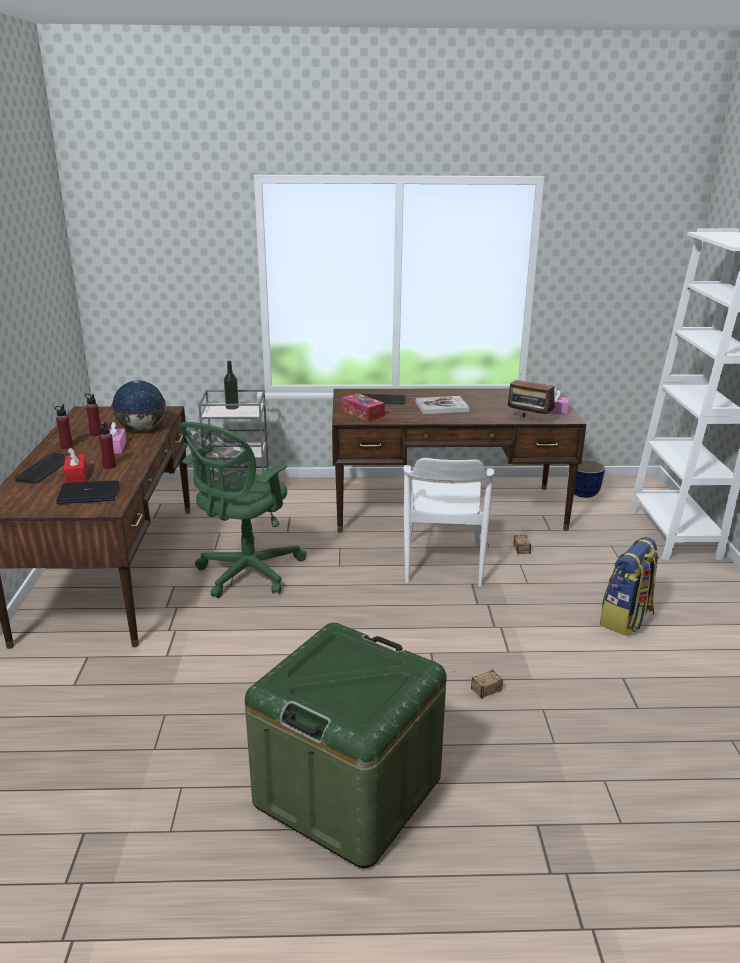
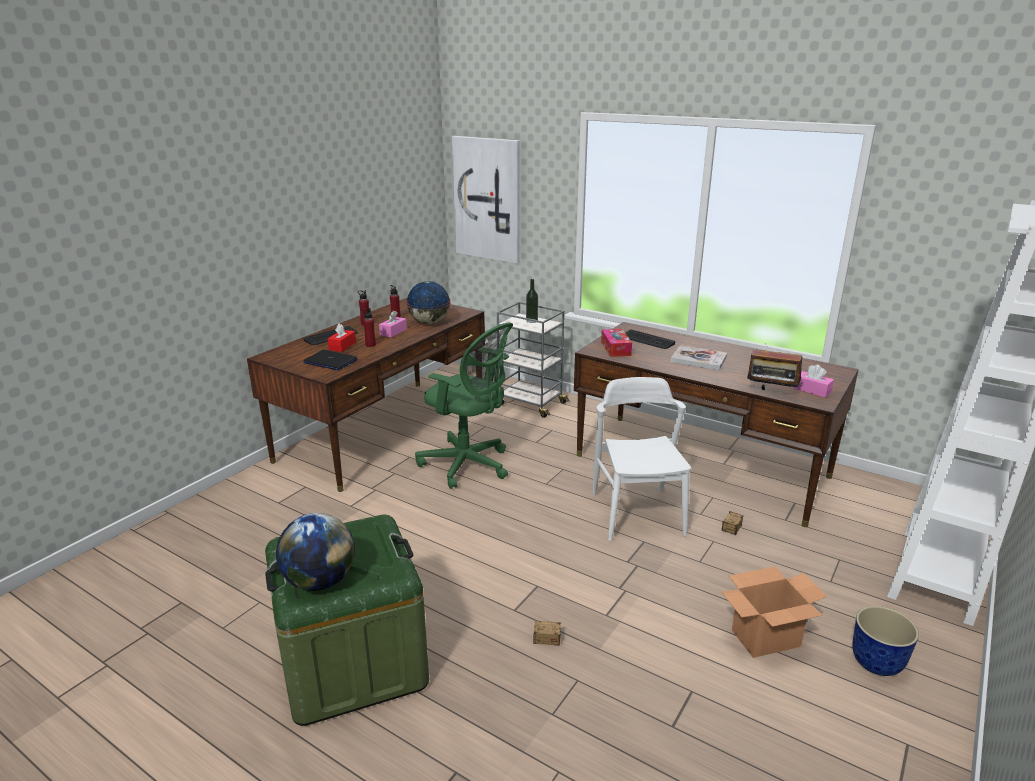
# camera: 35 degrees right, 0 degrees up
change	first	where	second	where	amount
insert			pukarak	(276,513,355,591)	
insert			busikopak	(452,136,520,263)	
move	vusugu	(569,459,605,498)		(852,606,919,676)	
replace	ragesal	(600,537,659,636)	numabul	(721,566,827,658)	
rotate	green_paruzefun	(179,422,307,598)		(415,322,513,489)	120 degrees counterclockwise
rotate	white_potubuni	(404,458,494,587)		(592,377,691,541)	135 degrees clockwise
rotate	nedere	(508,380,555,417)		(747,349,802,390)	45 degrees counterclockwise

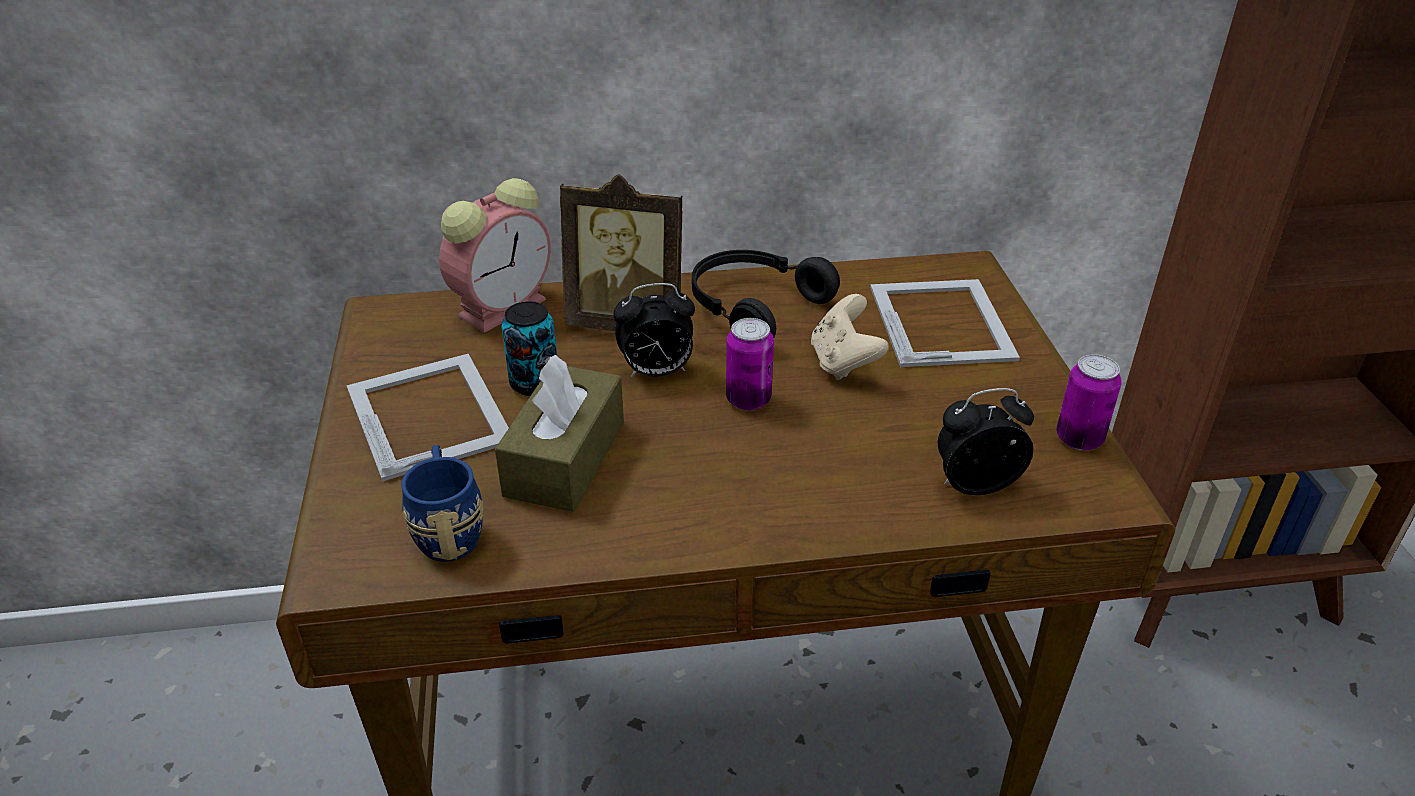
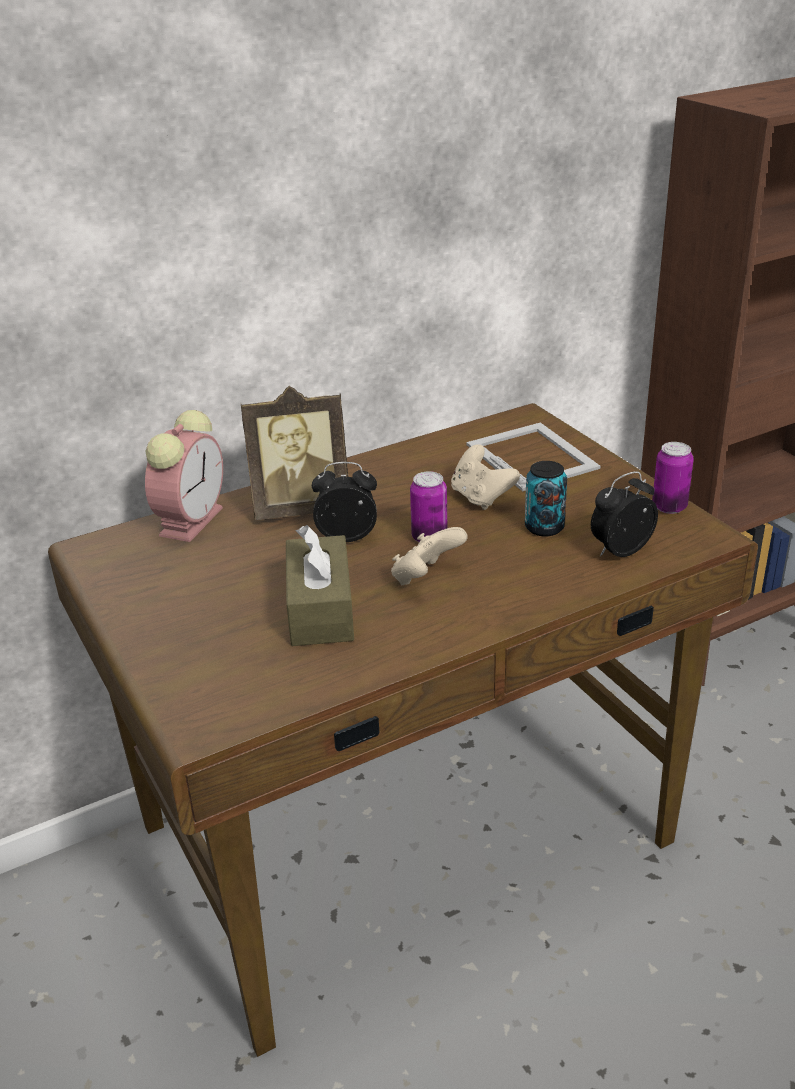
# camera: 20 degrees left, 5 degrees down
change	first	where	second	where	amount
delete	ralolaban	(346,354,509,482)			
delete	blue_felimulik	(401,445,483,562)			
delete	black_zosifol	(692,250,840,338)			
insert			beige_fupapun	(391,527,467,585)	
move	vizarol	(502,301,557,396)		(525,461,567,536)	
rotate	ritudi	(613,283,695,378)		(312,462,377,542)	150 degrees counterclockwise

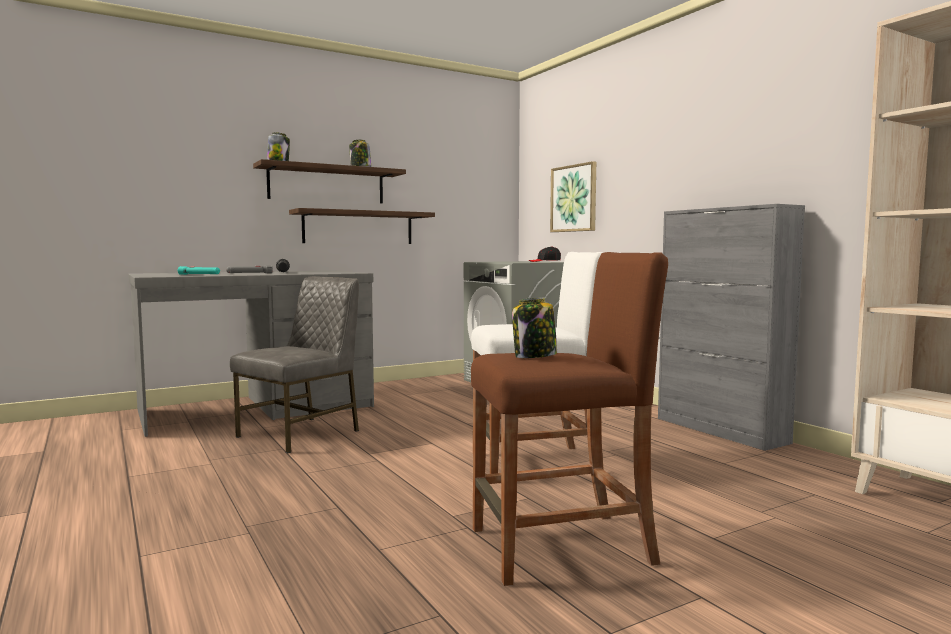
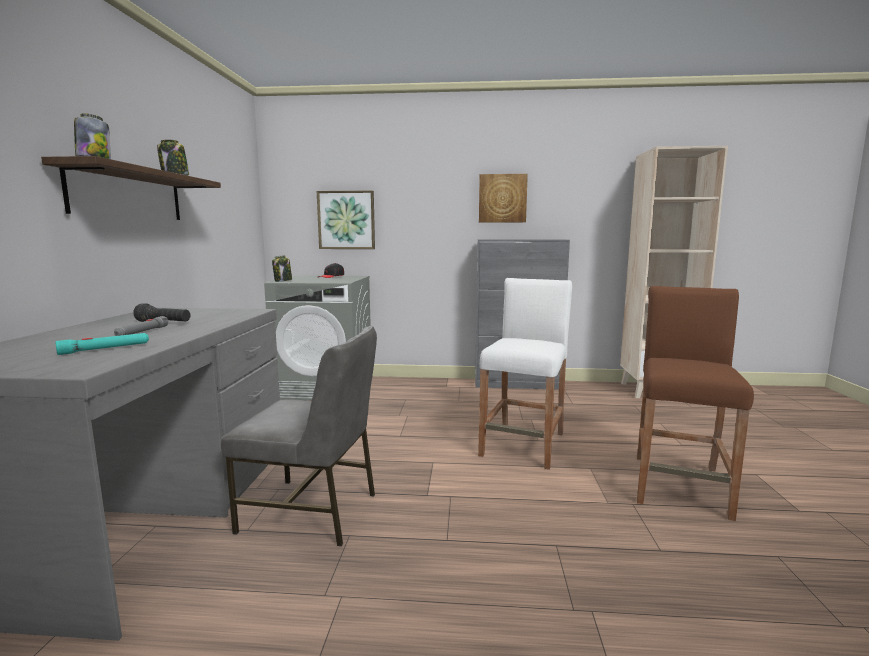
# camera: 55 degrees left, 5 degrees up
change	first	where	second	where	amount
delete	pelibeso	(289,208,435,244)			
insert			busikopak	(479,174,528,223)	
move	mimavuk	(512,298,557,358)		(272,255,292,282)	
rotate	grey_potubuni	(230,276,359,453)		(221,326,377,546)	120 degrees clockwise

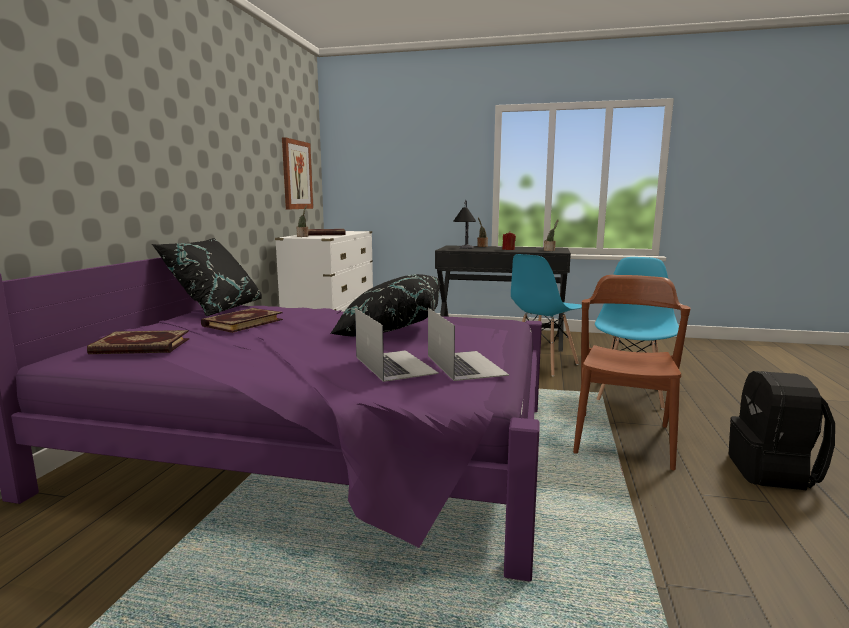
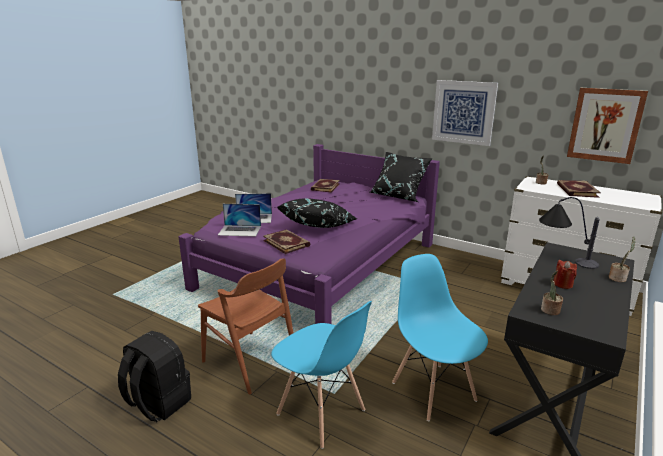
# camera: 110 degrees right, 10 degrees up
change	first	where	second	where	amount
insert			busikopak	(432,80,498,146)	
move	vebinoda	(201,308,283,333)		(263,229,310,254)	

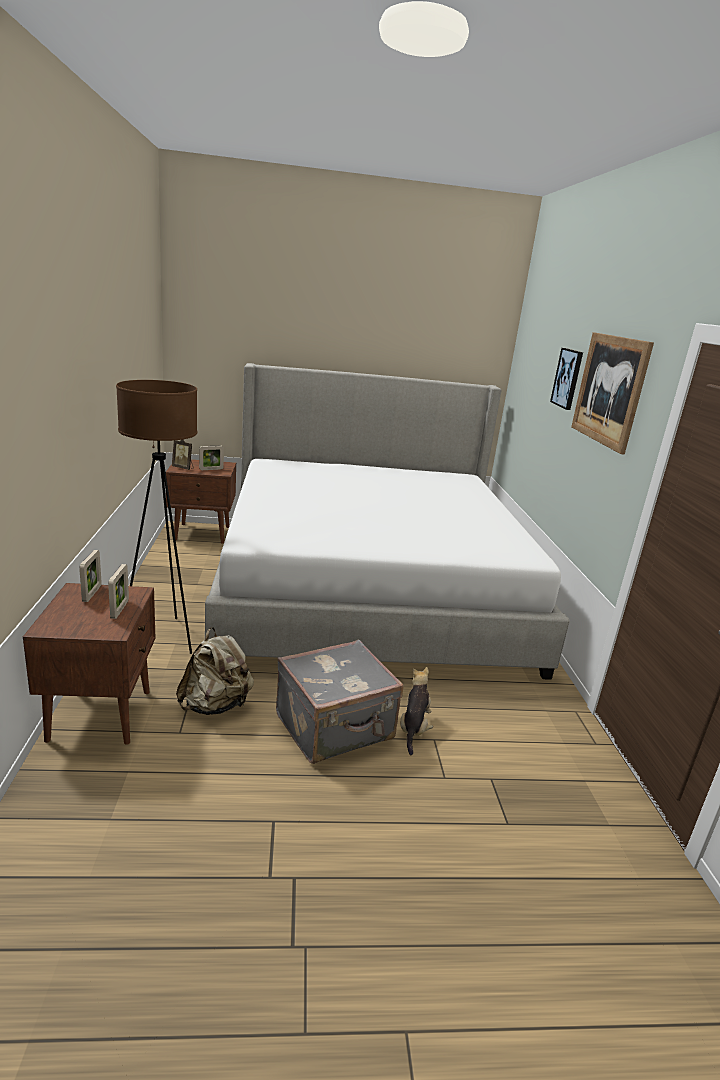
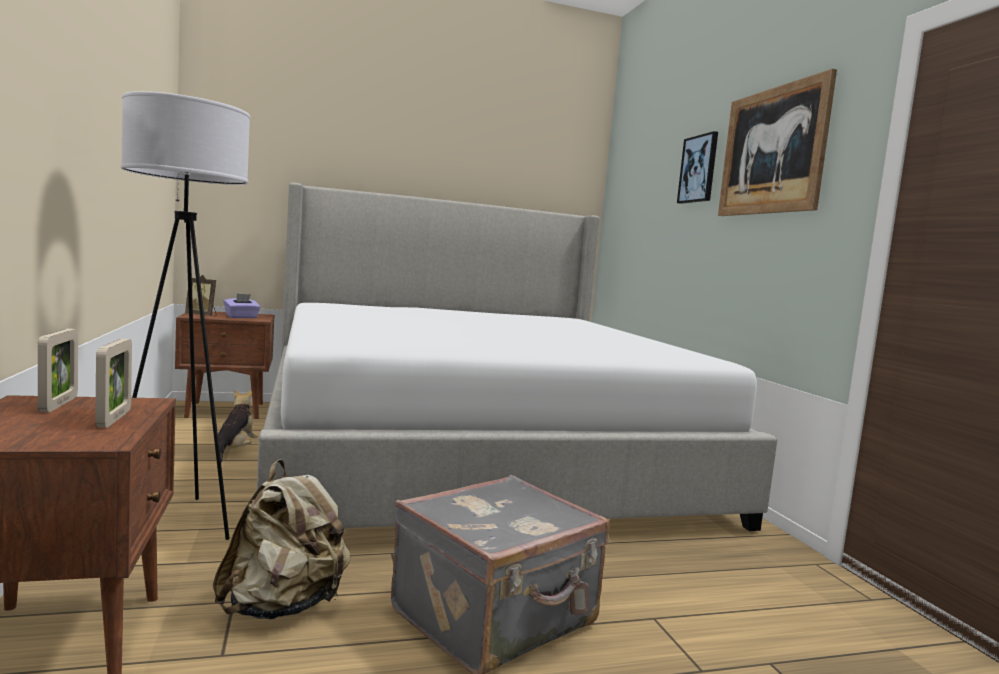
# camera: 10 degrees left, 15 degrees down
change	first	where	second	where	amount
move	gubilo	(400,667,433,755)		(218,390,258,463)	
replace	ralolaban	(199,446,224,470)	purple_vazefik	(224,294,261,318)	
recolor	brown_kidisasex	(116,380,197,654)	white_kidisasex	(121,91,250,540)	

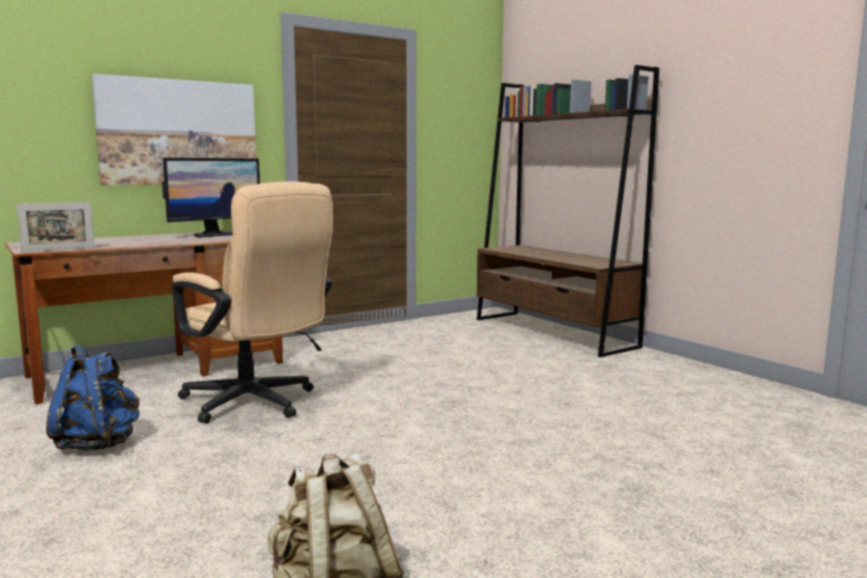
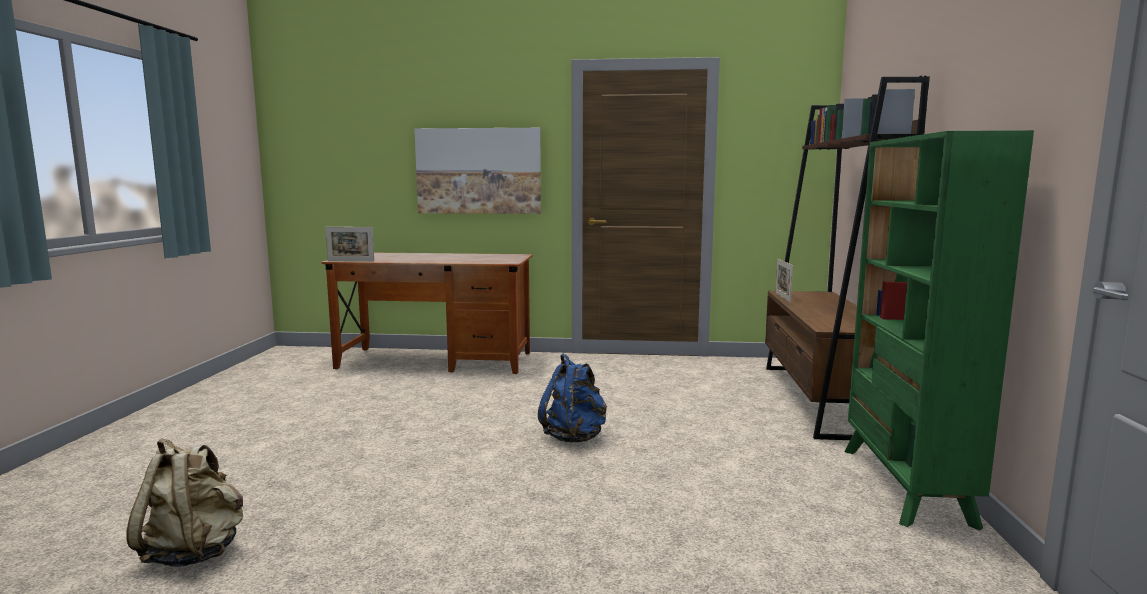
# camera: 40 degrees right, 0 degrees up
change	first	where	second	where	amount
delete	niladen	(162,158,260,238)			
delete	beige_paruzefun	(172,181,333,424)			
insert			ralolaban	(775,259,793,302)	
insert			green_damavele	(845,130,1034,530)	
move	blue_ragesal	(46,346,139,451)		(538,354,607,443)	

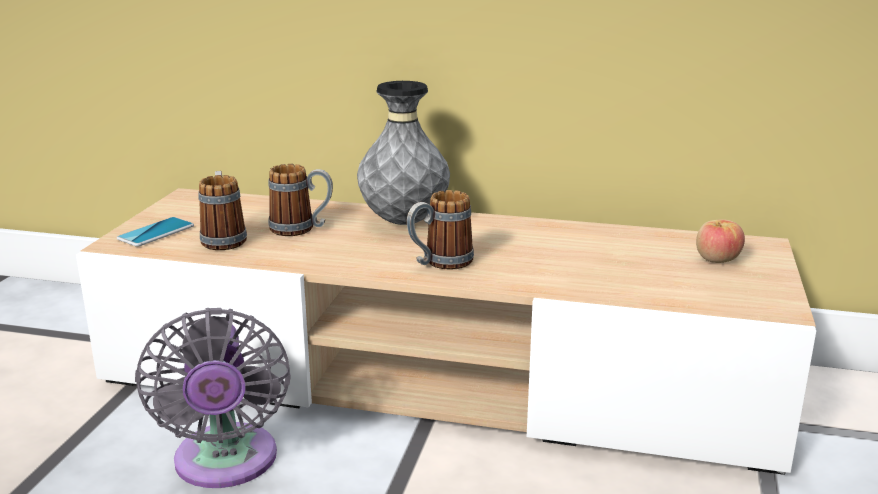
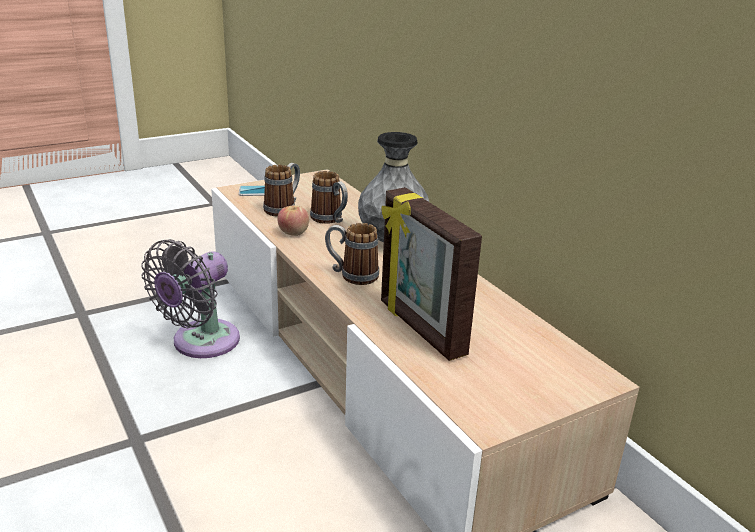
# camera: 45 degrees right, 5 degrees up
change	first	where	second	where	amount
insert			ralolaban	(381,187,482,361)	
move	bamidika	(696,219,745,263)		(277,205,309,236)	

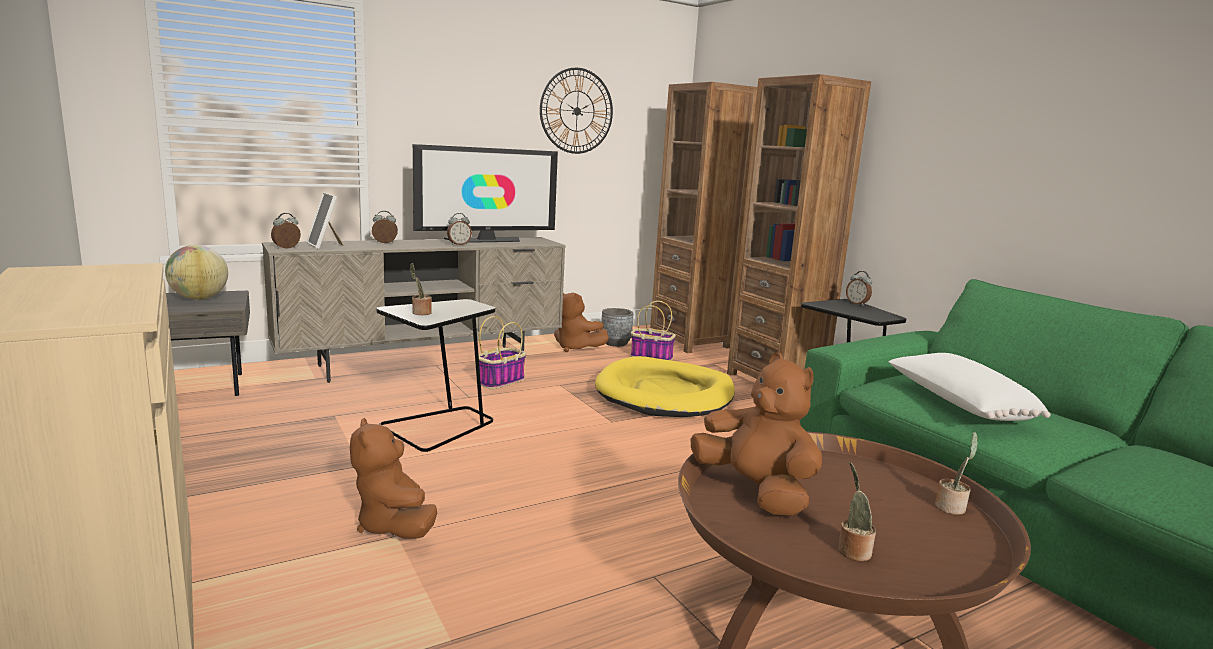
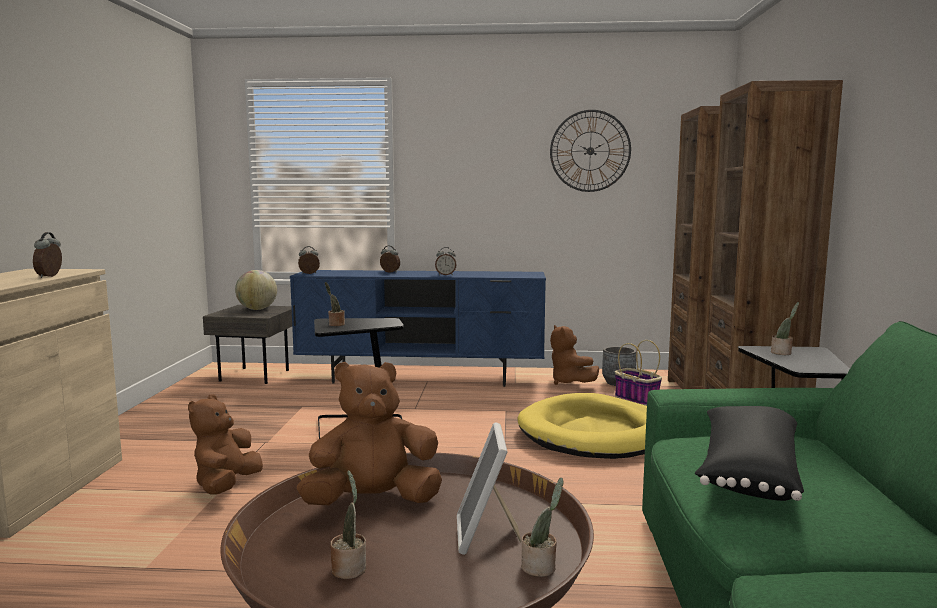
# camera: 35 degrees right, 5 degrees down
change	first	where	second	where	amount
delete	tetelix	(413,144,558,243)			
delete	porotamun	(479,316,526,389)			
insert			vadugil	(771,302,799,355)	
move	ralolaban	(306,192,344,249)		(457,422,521,555)	
move	ritudi	(846,271,872,306)		(33,232,62,278)	
recolor	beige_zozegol	(262,237,565,383)	blue_zozegol	(290,270,546,387)	
recolor	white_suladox	(888,353,1051,421)	black_suladox	(695,406,804,501)	
rotate	brown_gubilo	(691,353,822,516)		(297,362,442,505)	105 degrees counterclockwise

